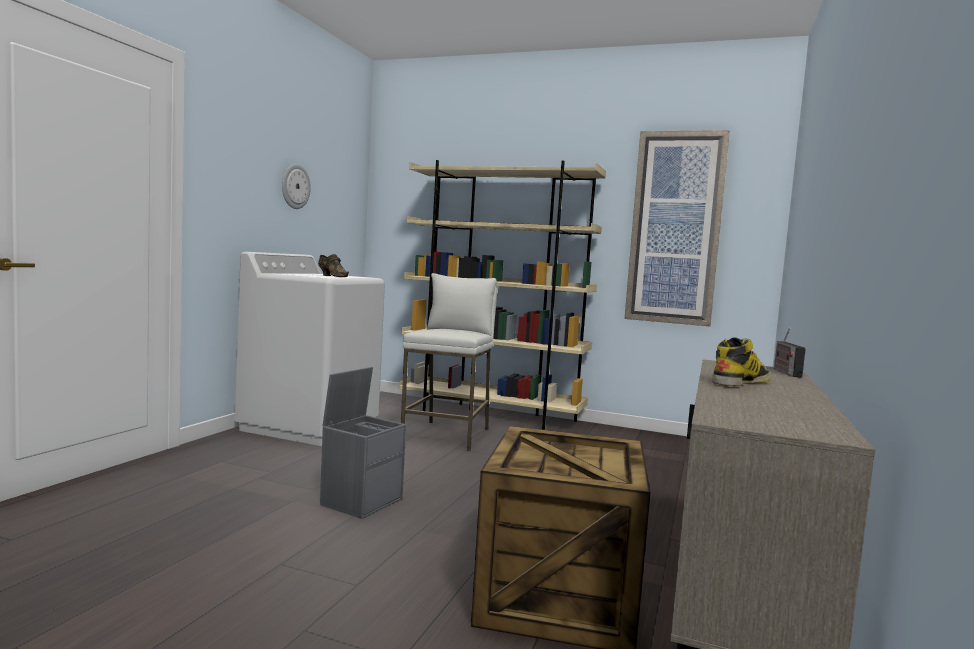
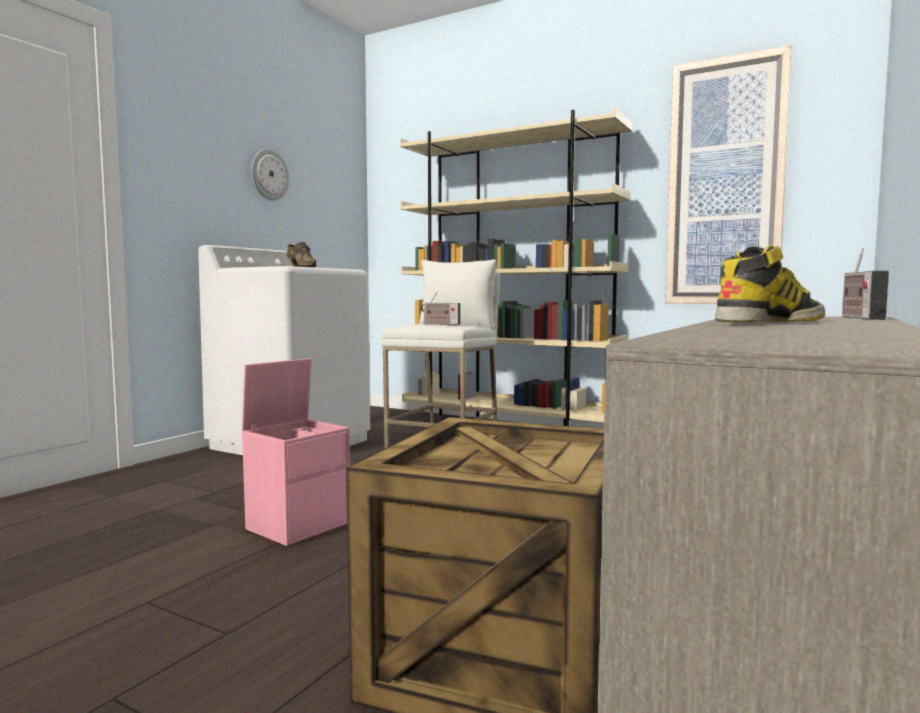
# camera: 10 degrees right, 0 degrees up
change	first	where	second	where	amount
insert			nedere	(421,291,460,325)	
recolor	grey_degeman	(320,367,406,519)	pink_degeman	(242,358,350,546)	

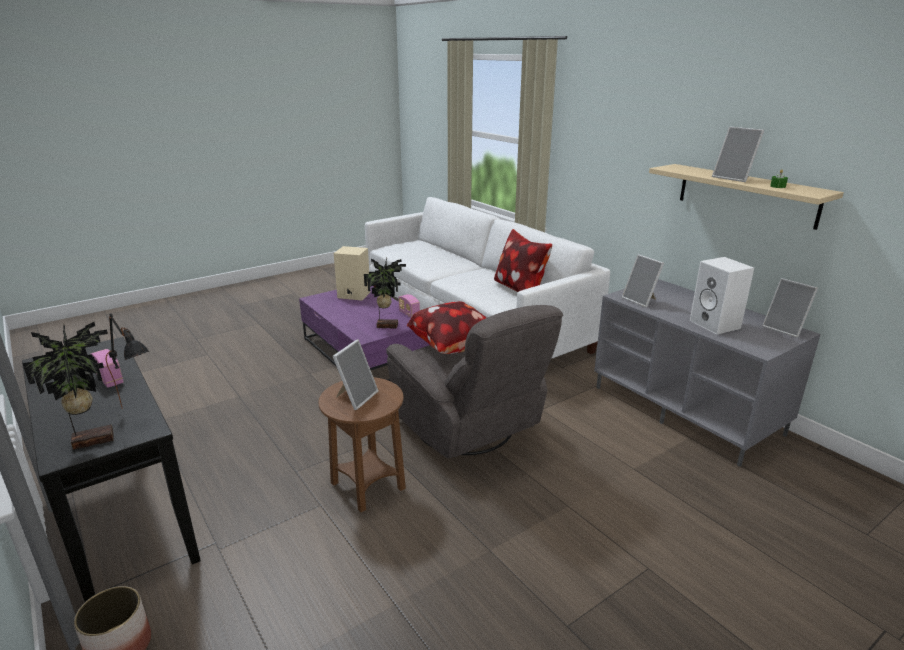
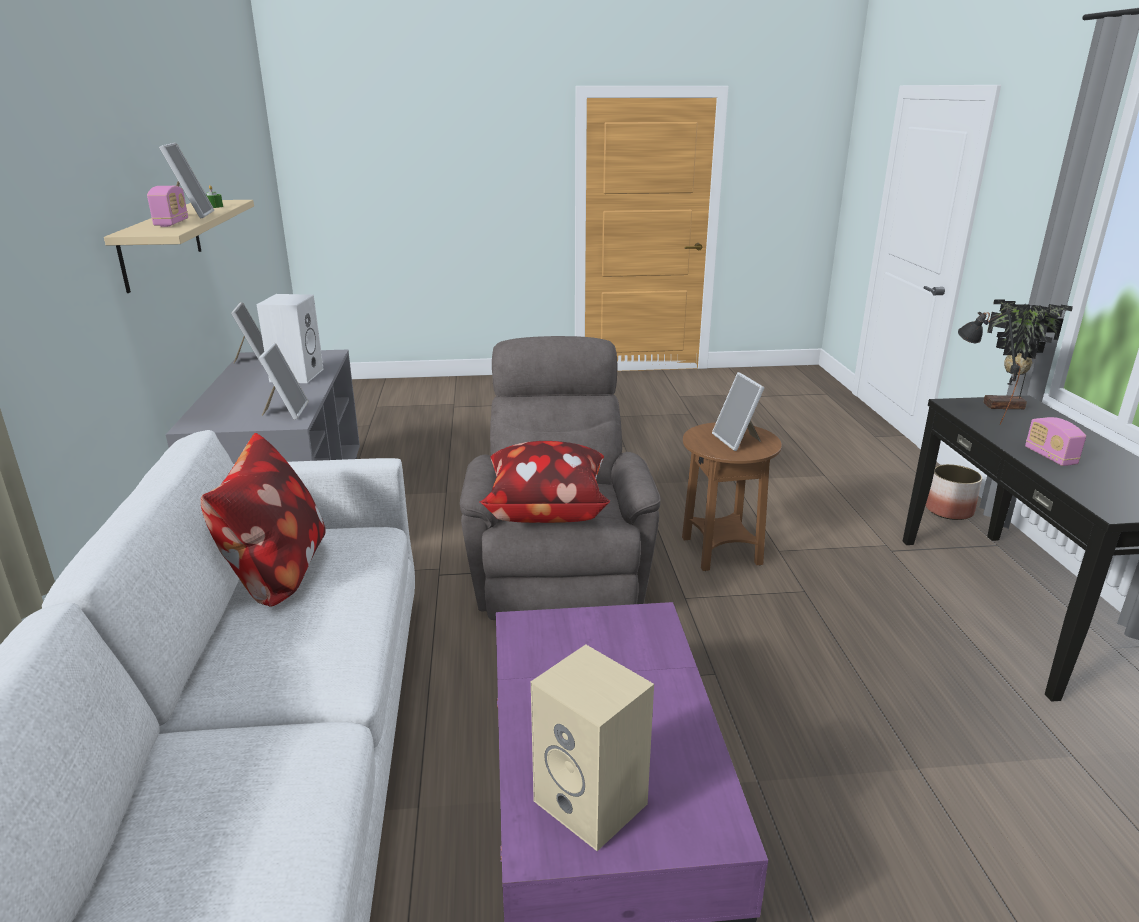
# camera: 150 degrees left, 0 degrees up
change	first	where	second	where	amount
delete	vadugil	(364,258,406,329)			
move	nedere	(398,294,420,318)		(147,186,188,227)	
rotate	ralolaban	(332,339,379,410)		(712,372,765,451)	75 degrees counterclockwise

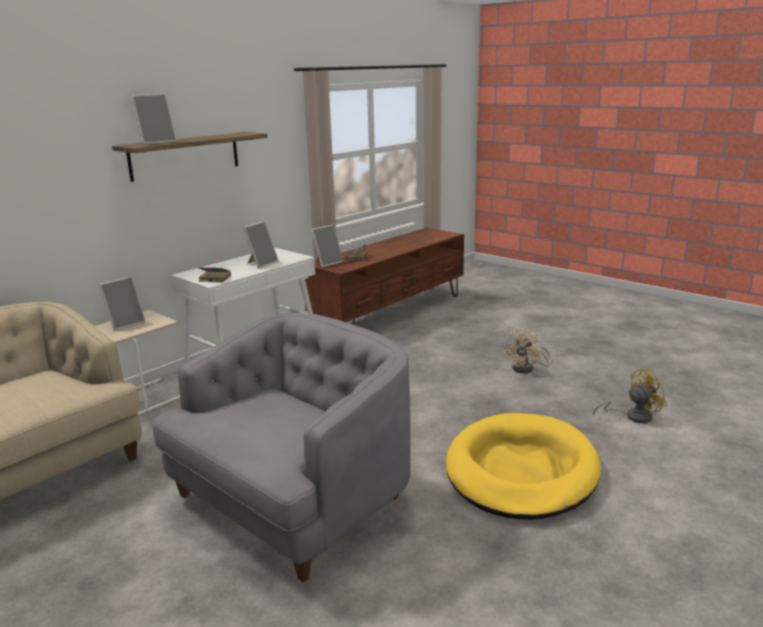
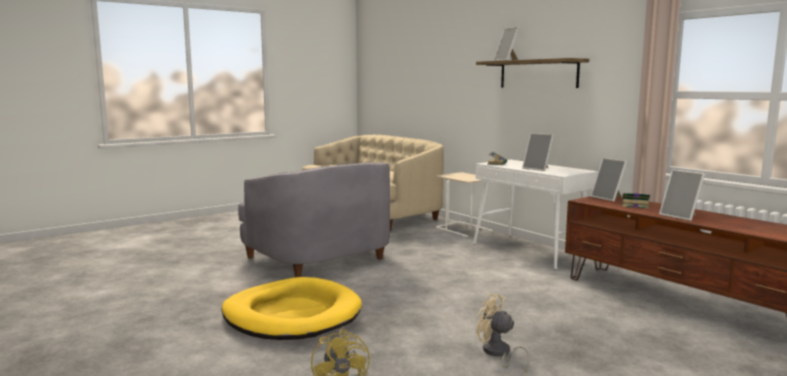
# camera: 100 degrees right, 10 degrees down
change	first	where	second	where	amount
move	ralolaban	(99,276,146,331)		(659,169,705,221)	

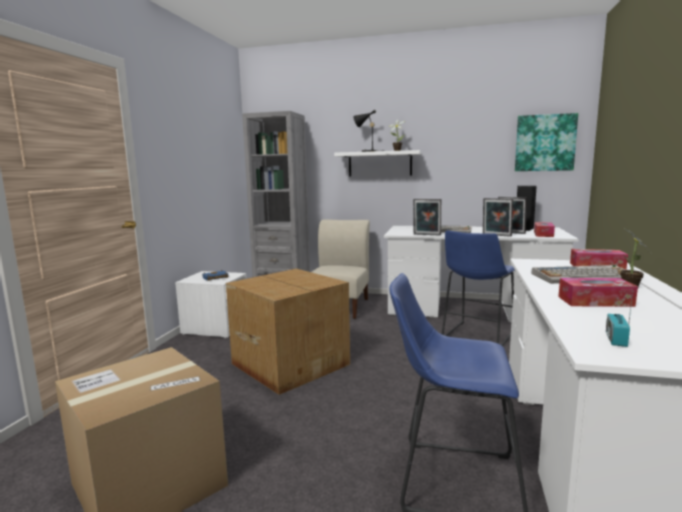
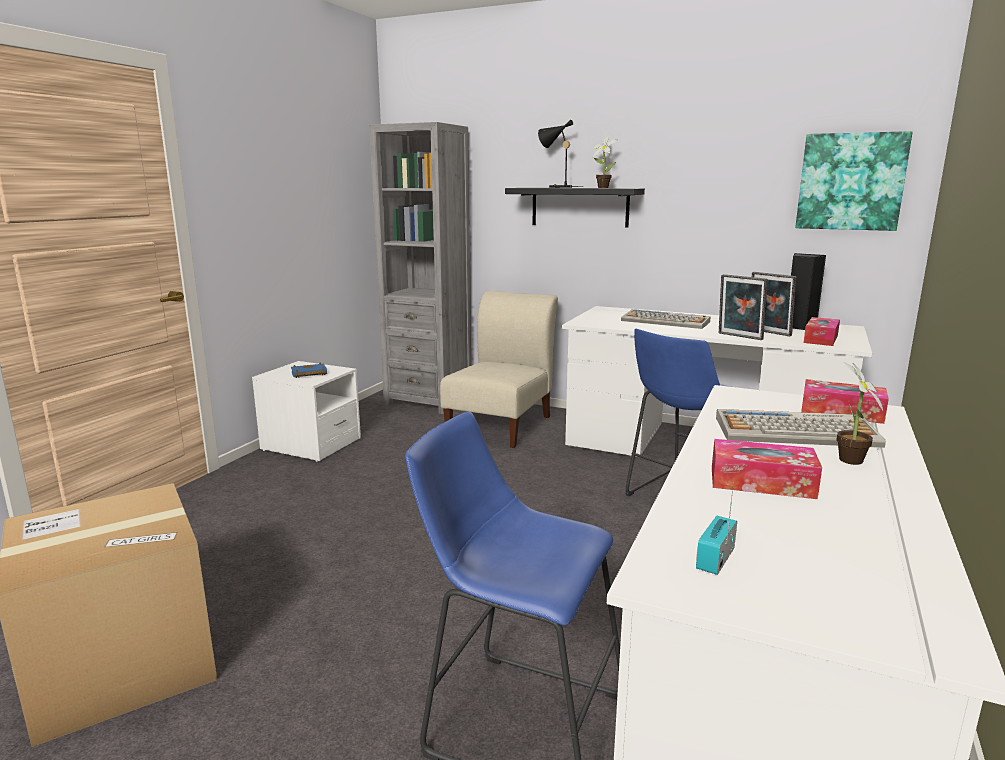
# camera: 10 degrees right, 5 degrees up
change	first	where	second	where	amount
delete	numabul	(226,269,350,395)			
delete	ralolaban	(413,199,441,235)			
recolor	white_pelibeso	(334,150,421,176)	black_pelibeso	(505,188,645,228)	

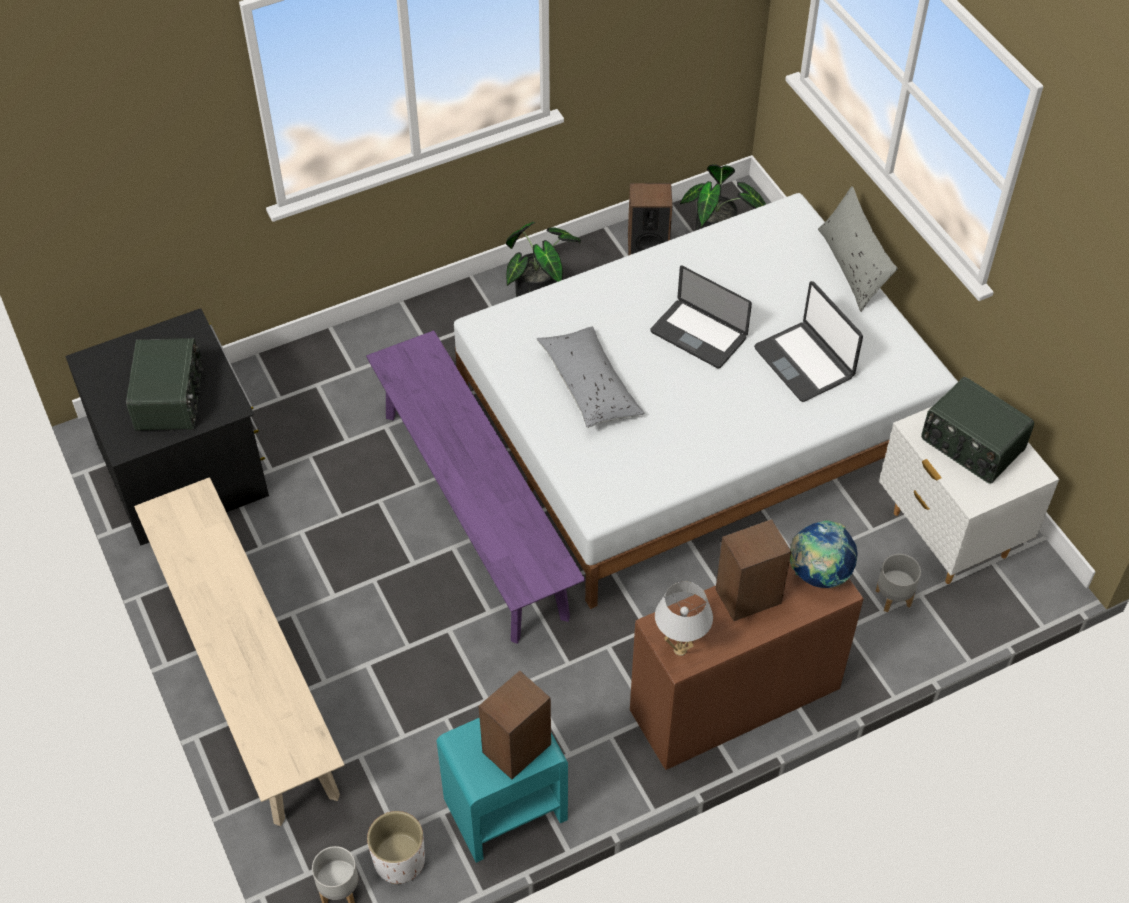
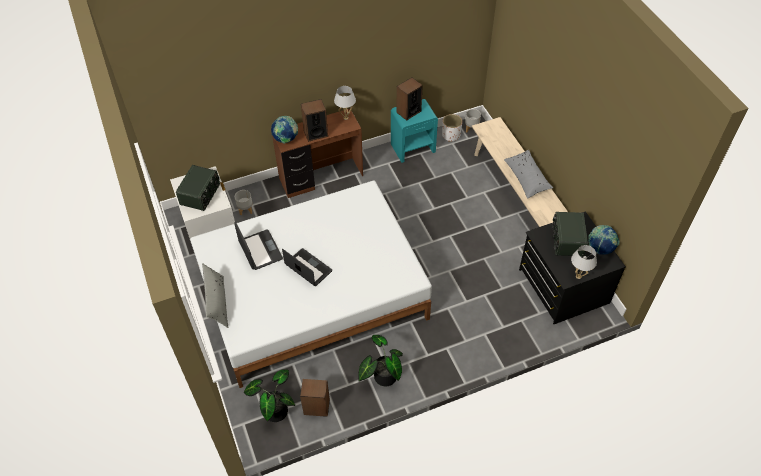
# camera: 175 degrees left, 0 degrees up
change	first	where	second	where	amount
delete	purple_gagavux	(366,330,585,644)			
insert			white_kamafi	(571,245,597,279)	
insert			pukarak	(588,225,620,255)	
move	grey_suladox	(536,327,645,428)		(504,149,553,199)	
rotate	nedere	(921,377,1034,484)		(176,165,220,211)	60 degrees clockwise

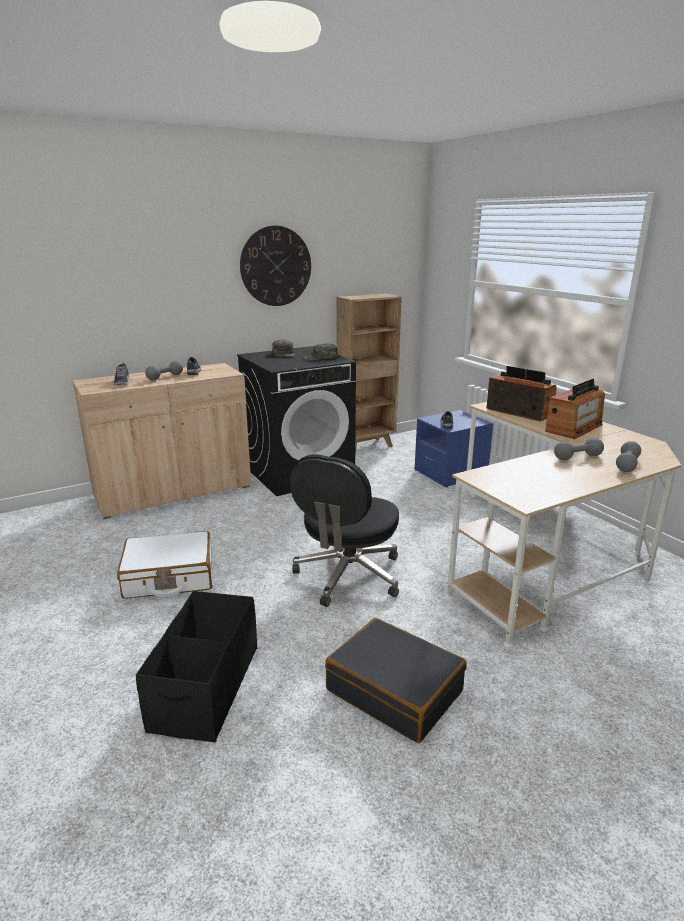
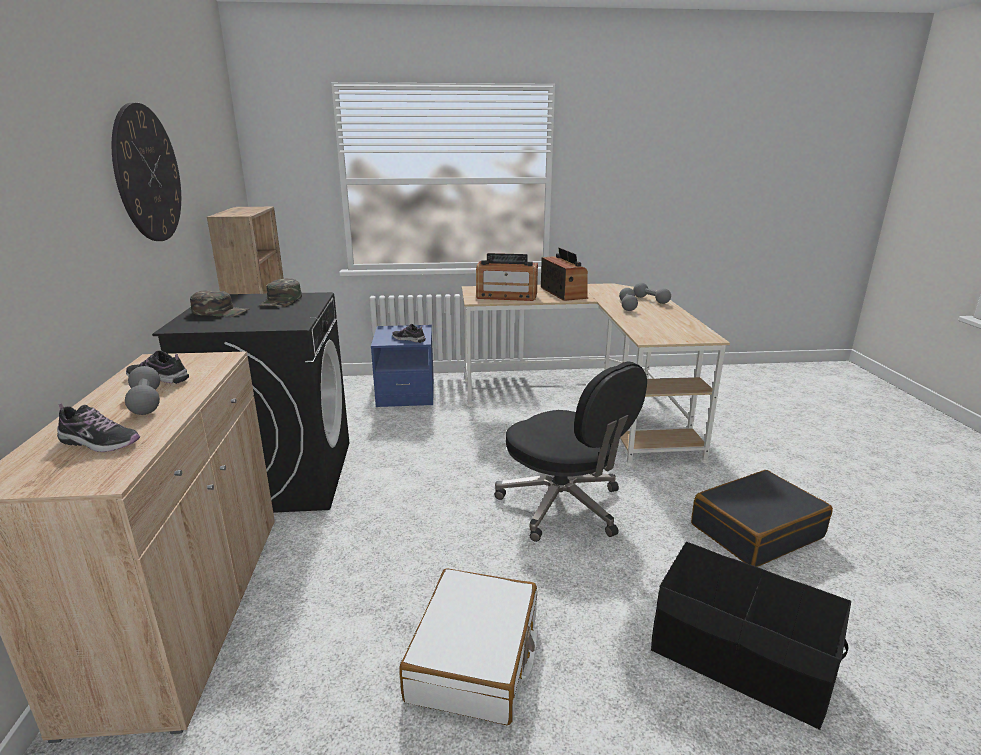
# camera: 65 degrees left, 0 degrees up
change	first	where	second	where	amount
rotate	nedere	(487,366,557,421)		(476,253,538,301)	150 degrees counterclockwise

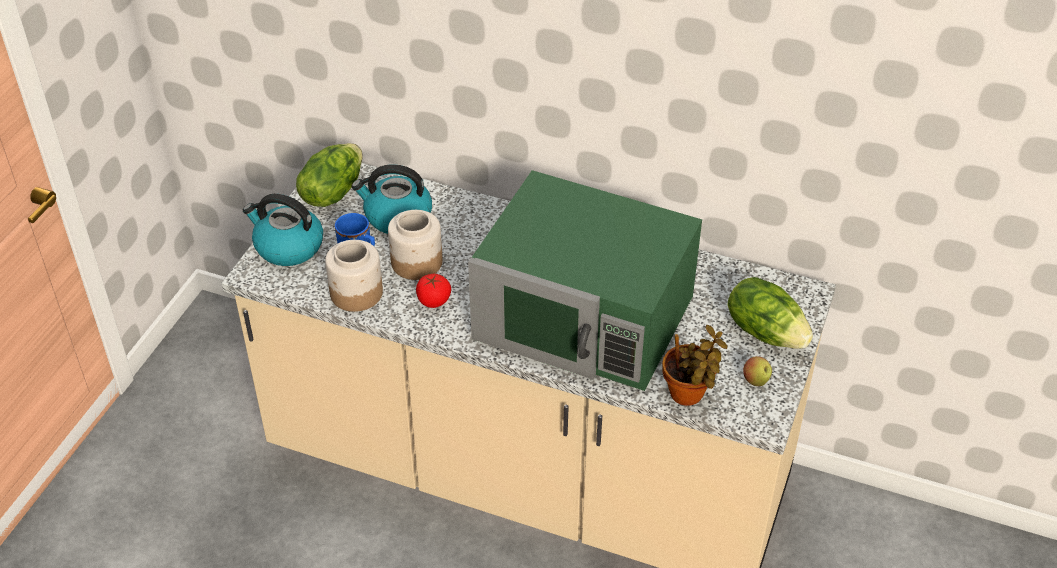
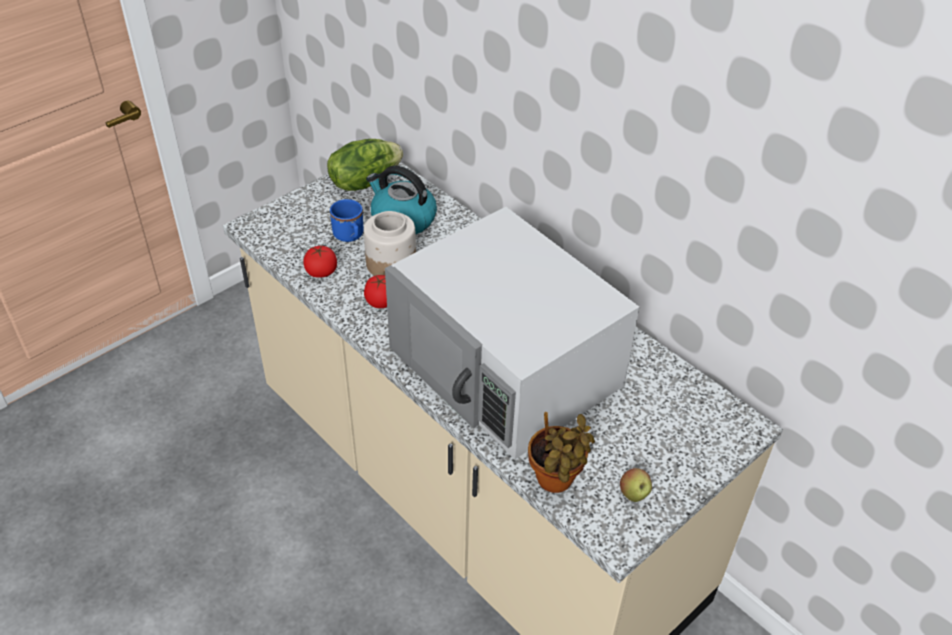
# camera: 25 degrees right, 0 degrees up
change	first	where	second	where	amount
delete	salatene	(243,194,323,266)			
delete	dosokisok	(728,277,813,349)			
replace	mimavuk	(325,240,383,312)	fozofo	(303,245,337,278)	
recolor	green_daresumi	(468,170,702,391)	white_daresumi	(385,207,639,459)	

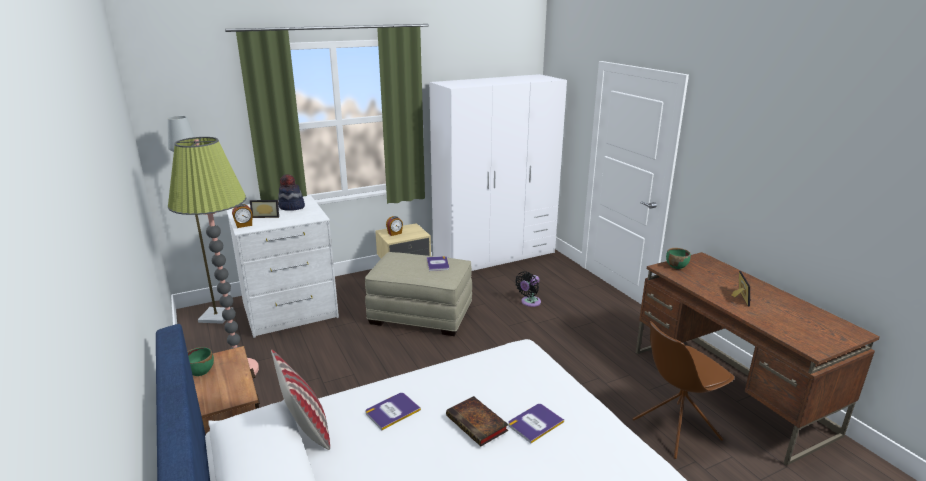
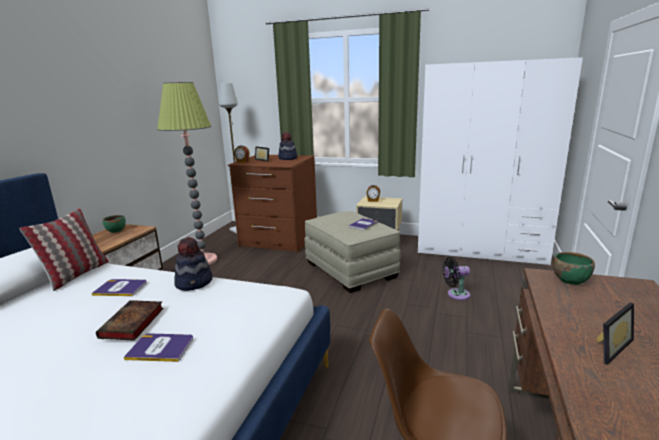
# camera: 45 degrees right, 5 degrees down
change	first	where	second	where	amount
insert			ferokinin	(174,237,213,291)	
recolor	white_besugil	(226,195,339,338)	brown_besugil	(228,155,317,252)	

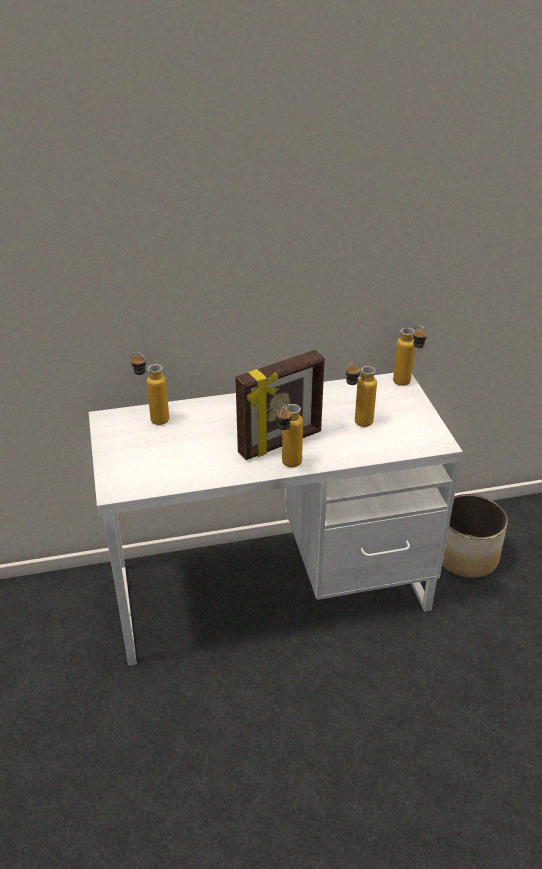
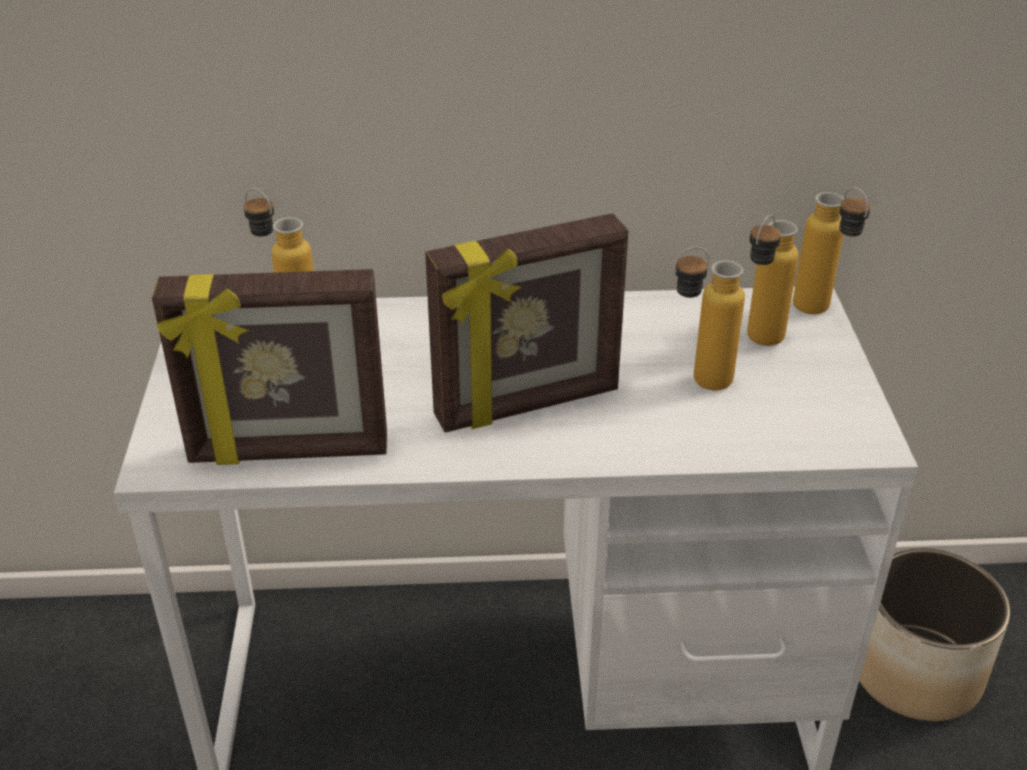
# camera: 10 degrees right, 0 degrees up
change	first	where	second	where	amount
insert			ralolaban	(152,269,387,465)	
move	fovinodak	(276,404,303,467)		(747,214,799,346)	

